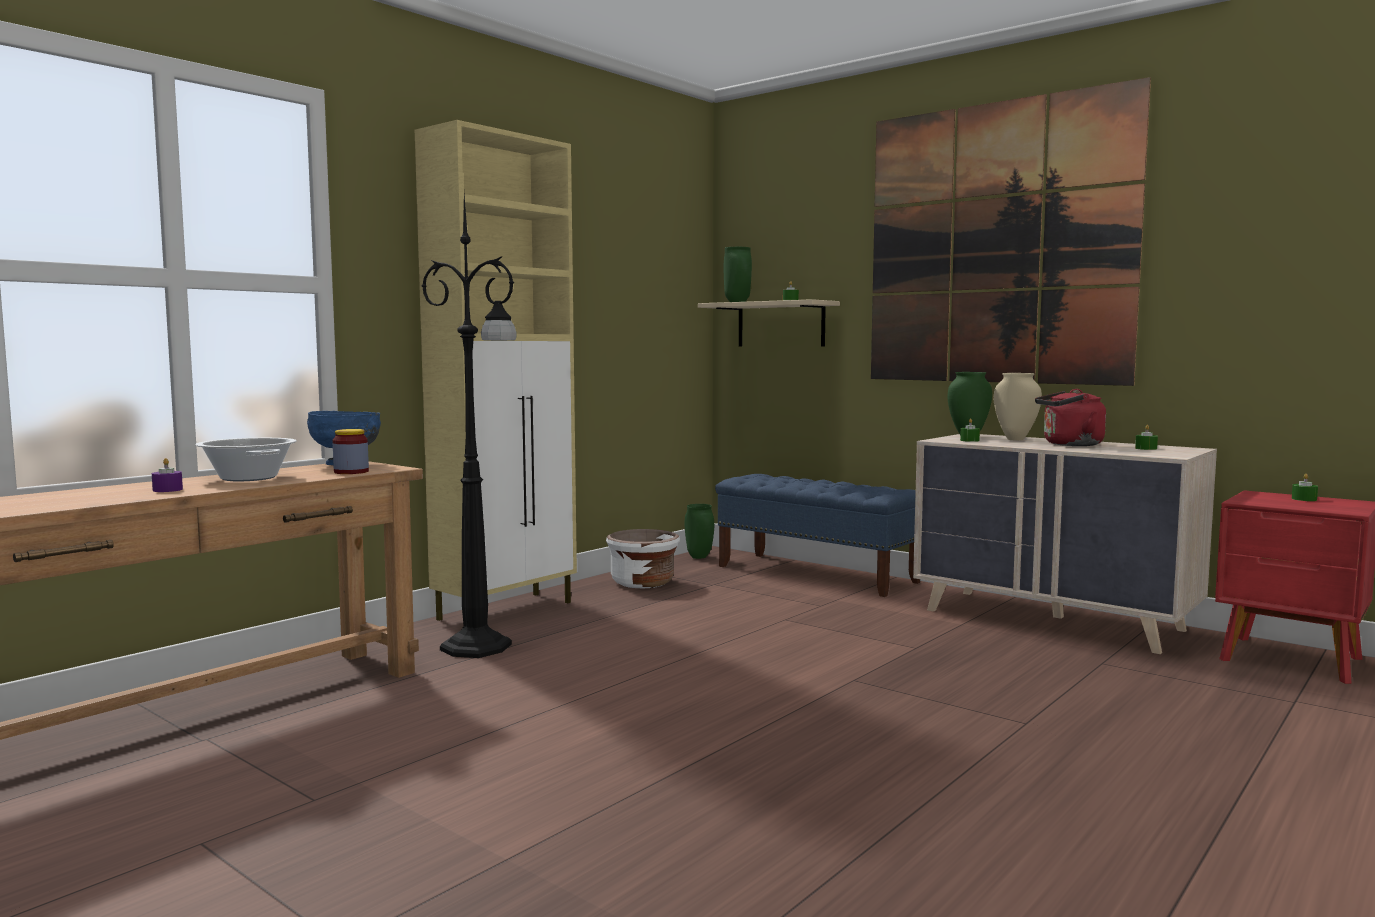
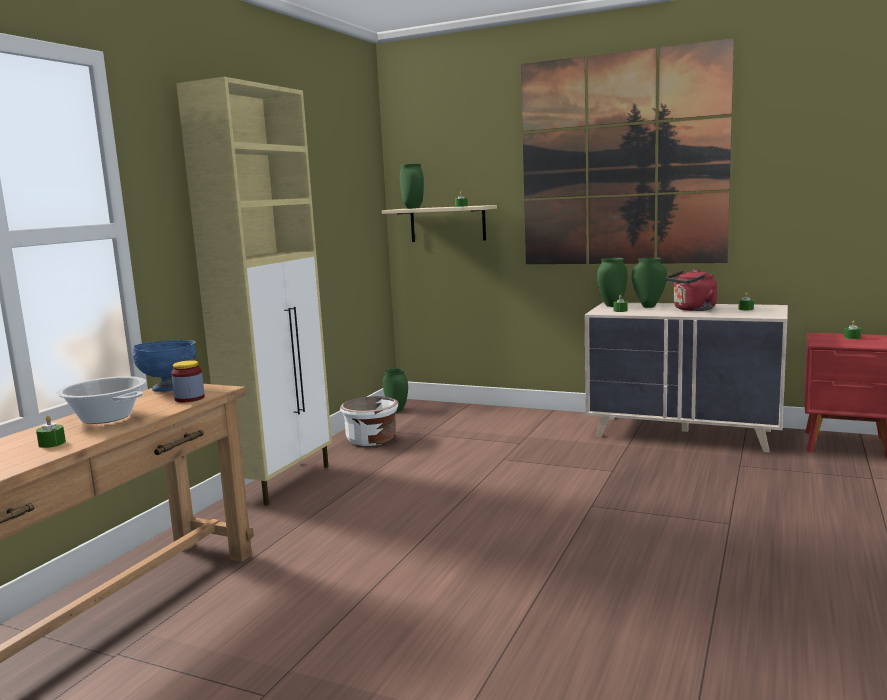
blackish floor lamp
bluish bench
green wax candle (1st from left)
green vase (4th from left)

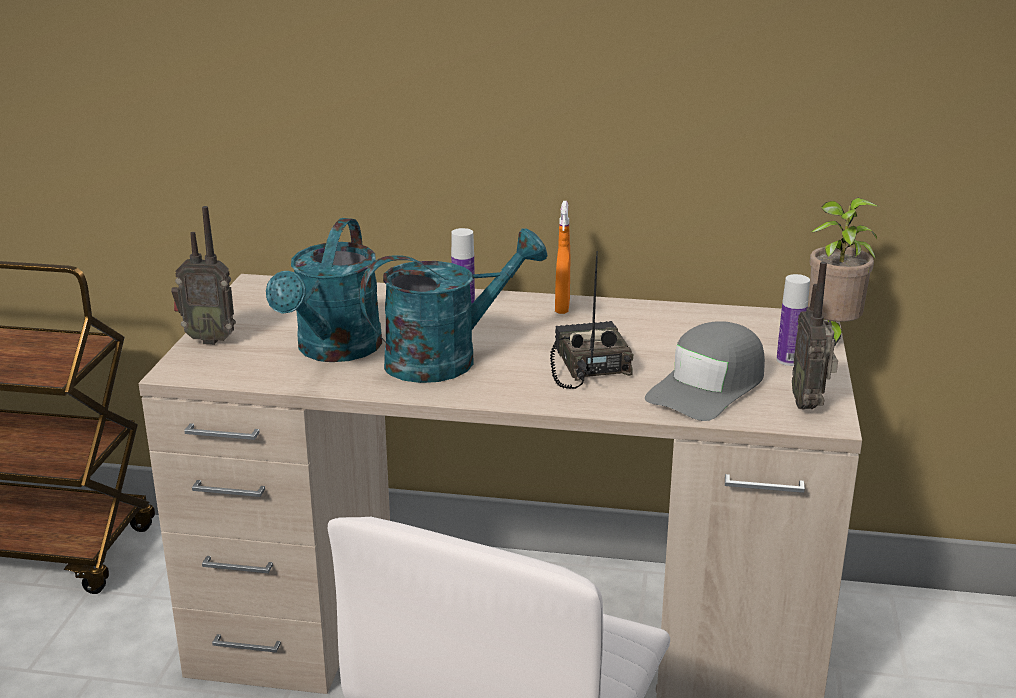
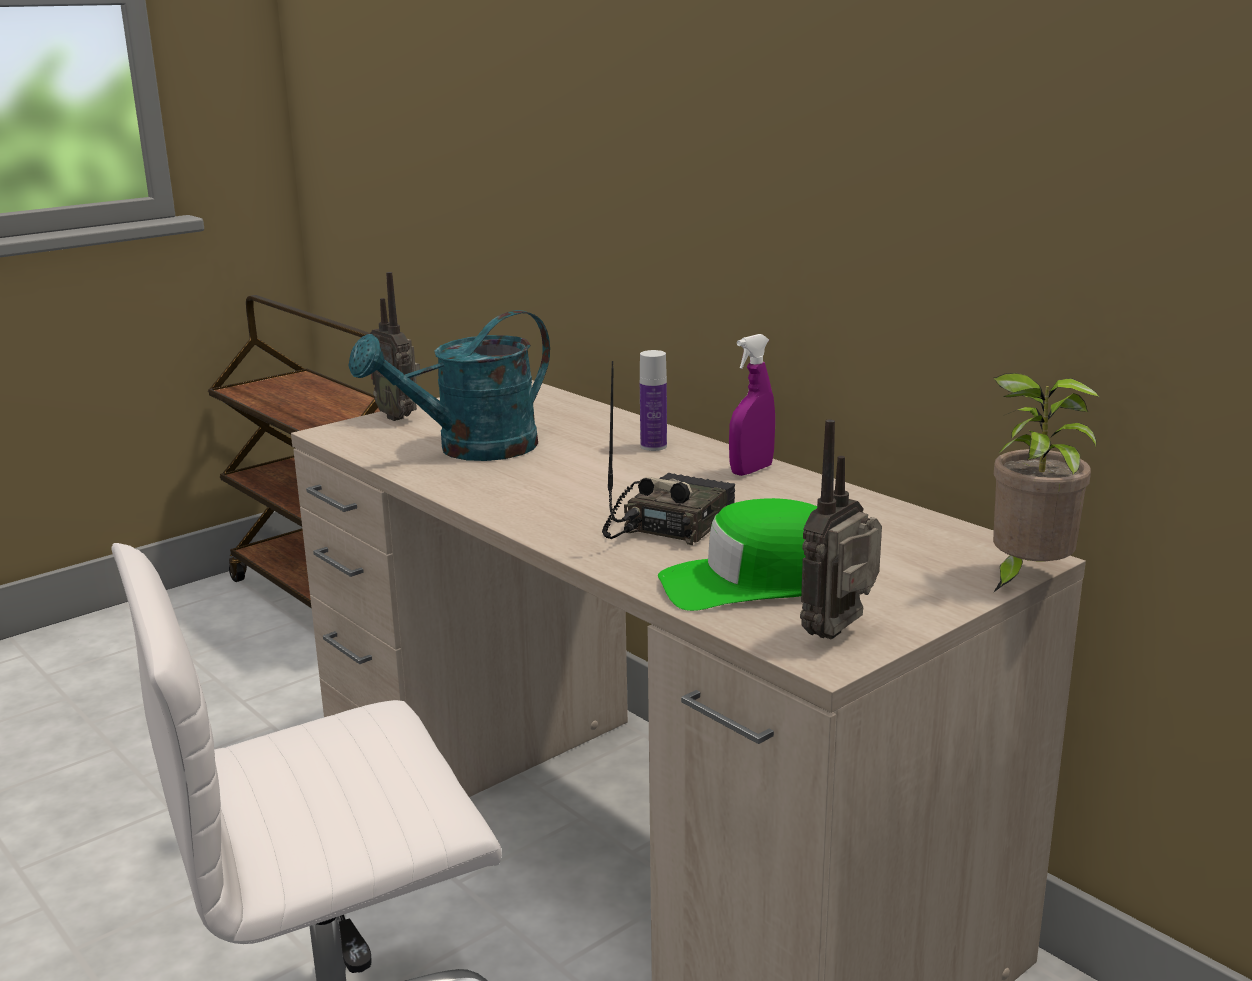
turquoise-coloured watering pot (2nd from left in the first image)
drink bottle (2nd from left in the first image)
purple-coloured spray bottle
green cap

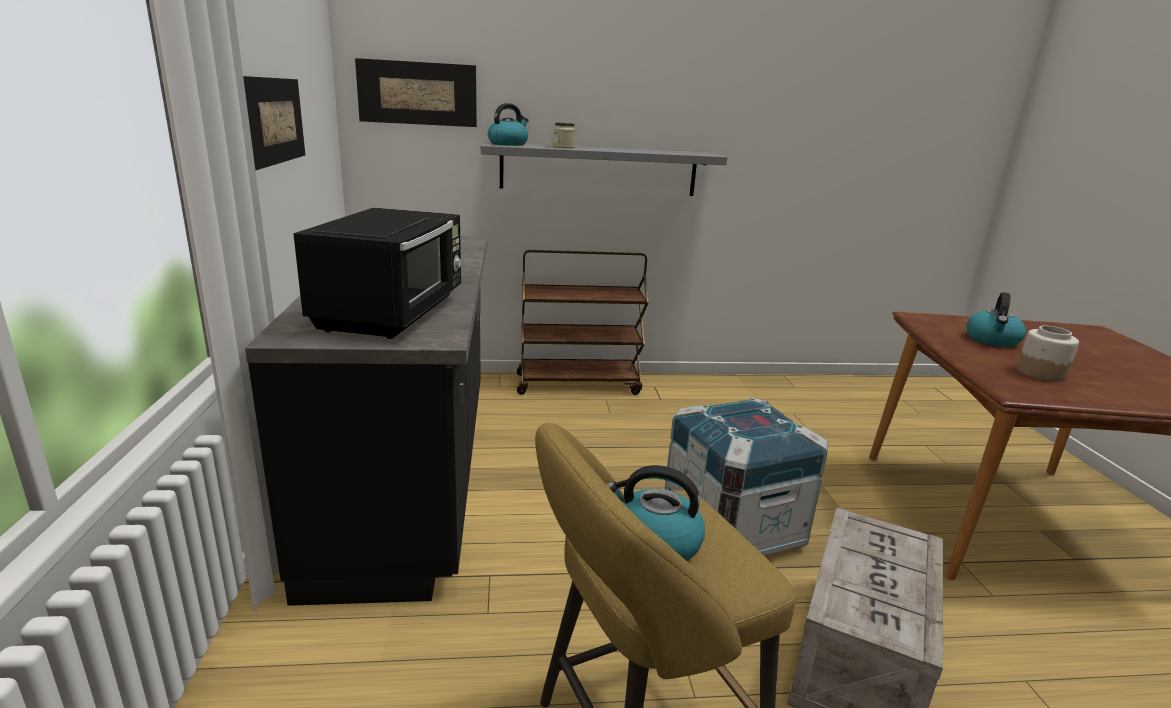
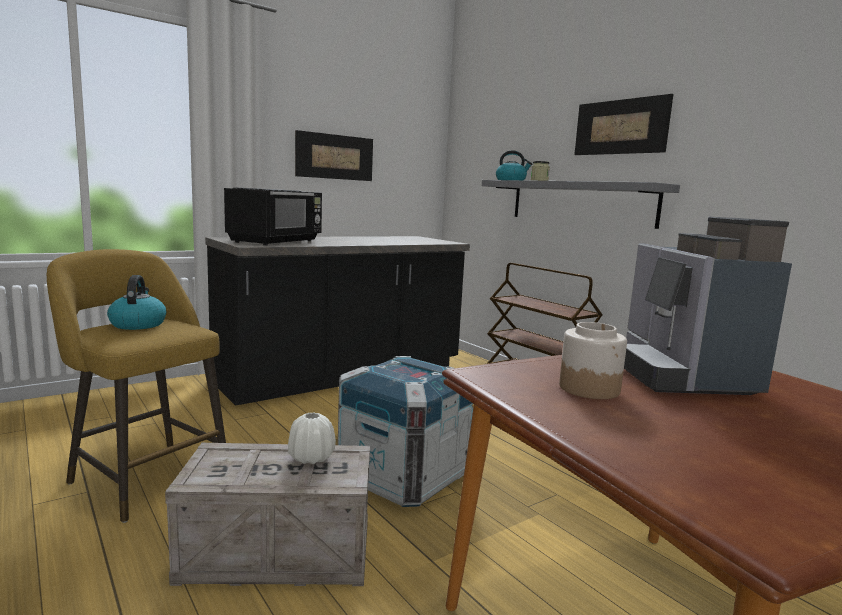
white-coloured vase
picture (2nd from left)
coffee machine
blackish microwave

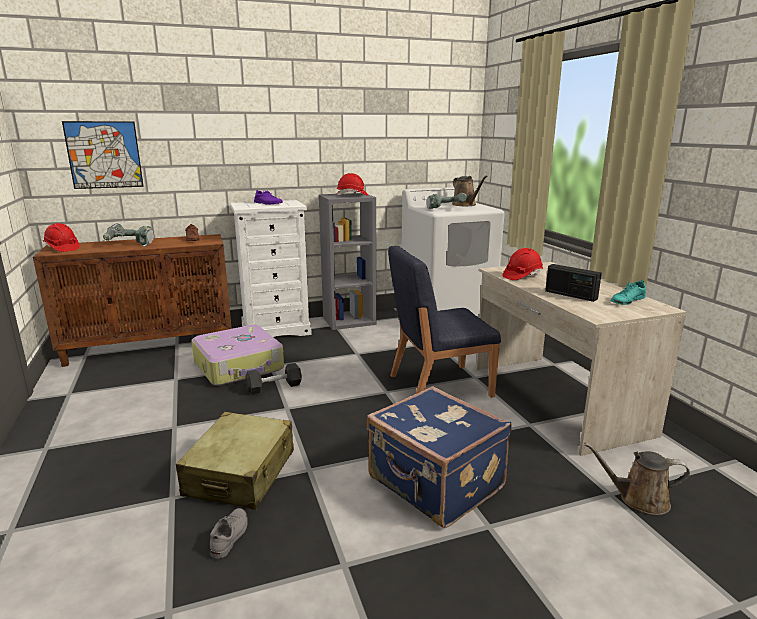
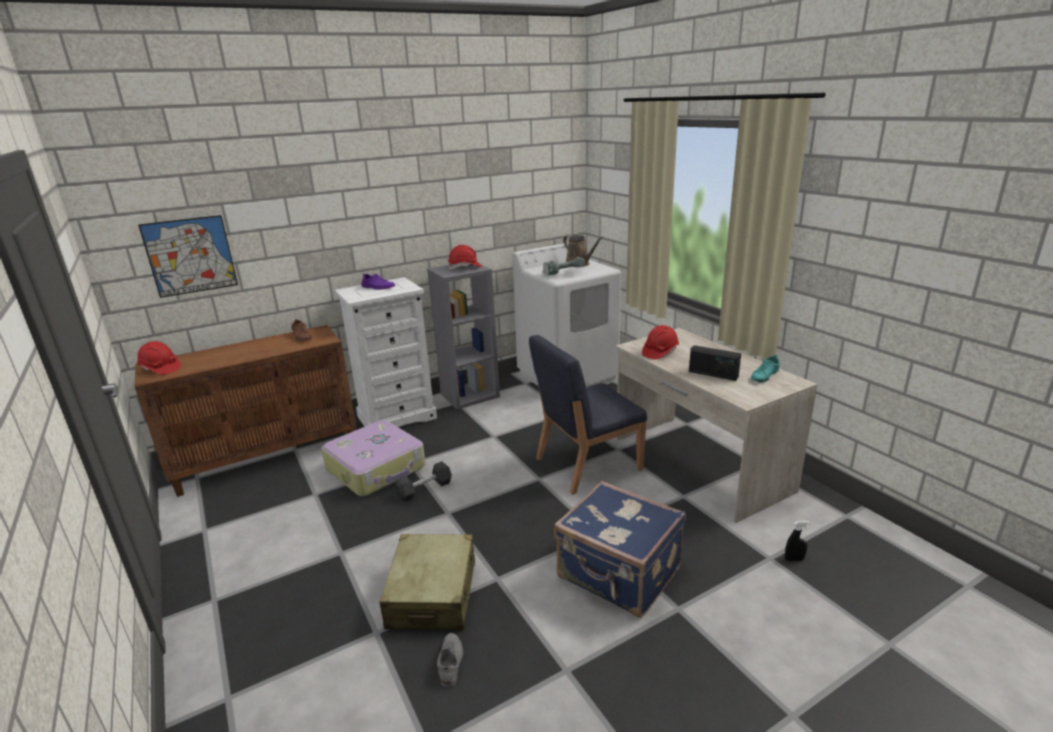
electric drill (1st from left in the first image)
blackish spray bottle

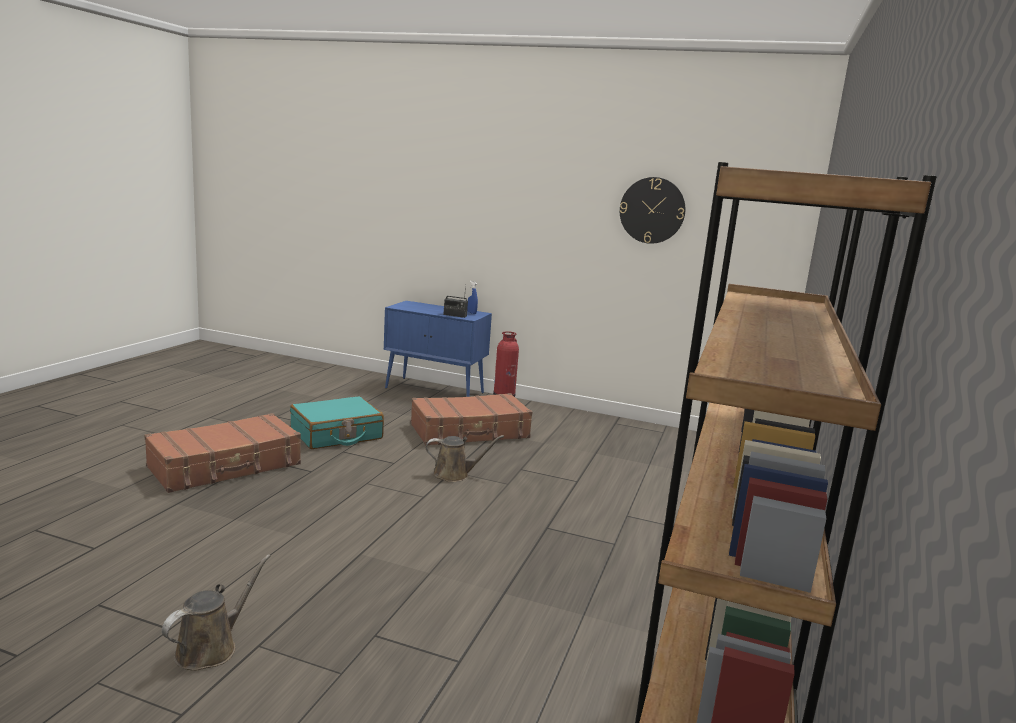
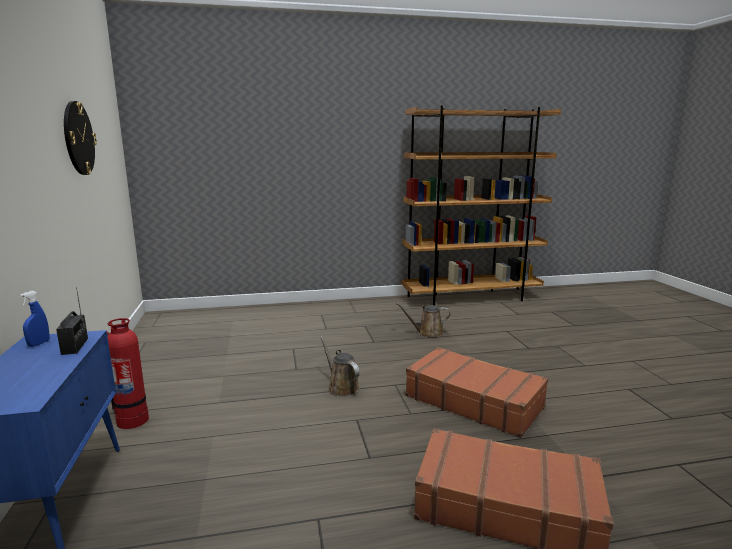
turquoise-coloured travel case
brownish watering pot (2nd from left)
brownish travel case (1st from left)

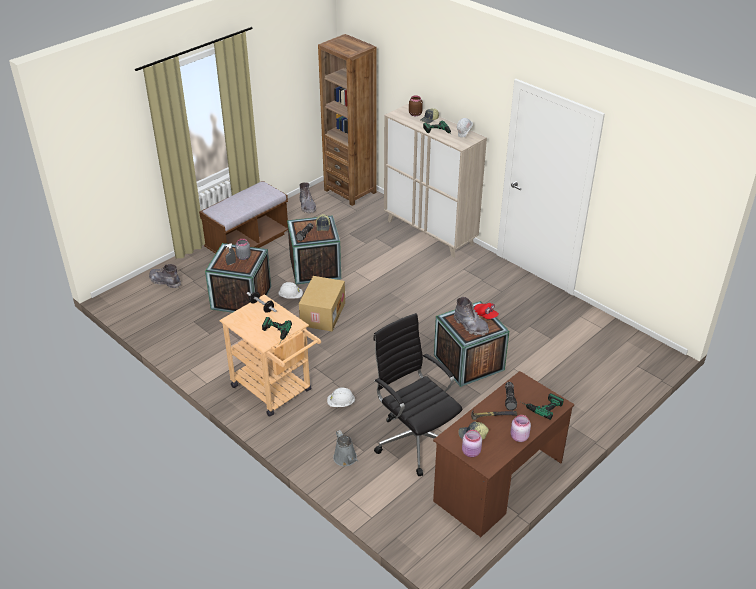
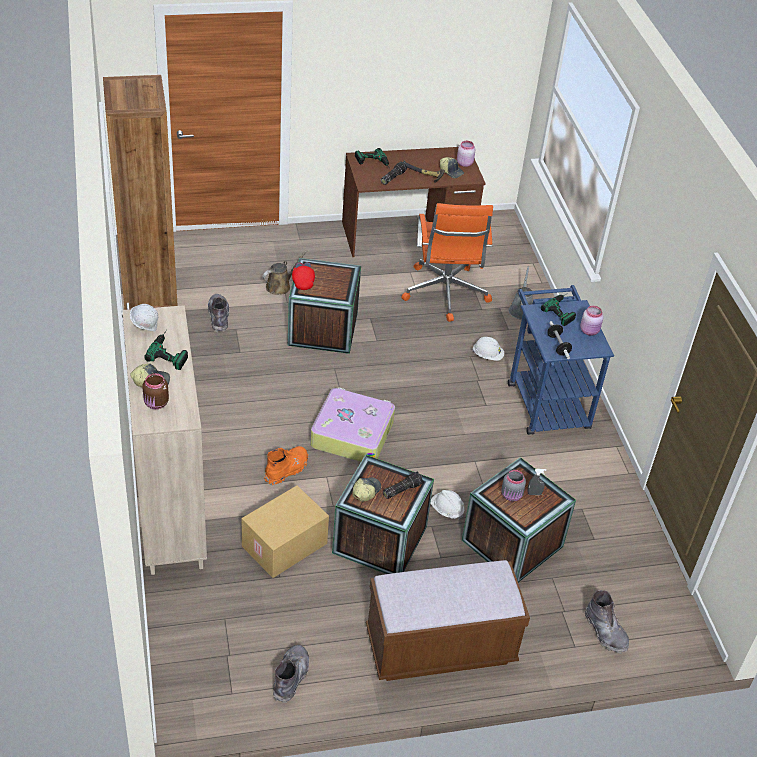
brownish watering pot
orangey high-top boot
travel case
carton
brownish bookshelf
gray high-top boot (1st from left)
pinkish preserve jar (2nd from left)
bluish trolley
orangey computer chair

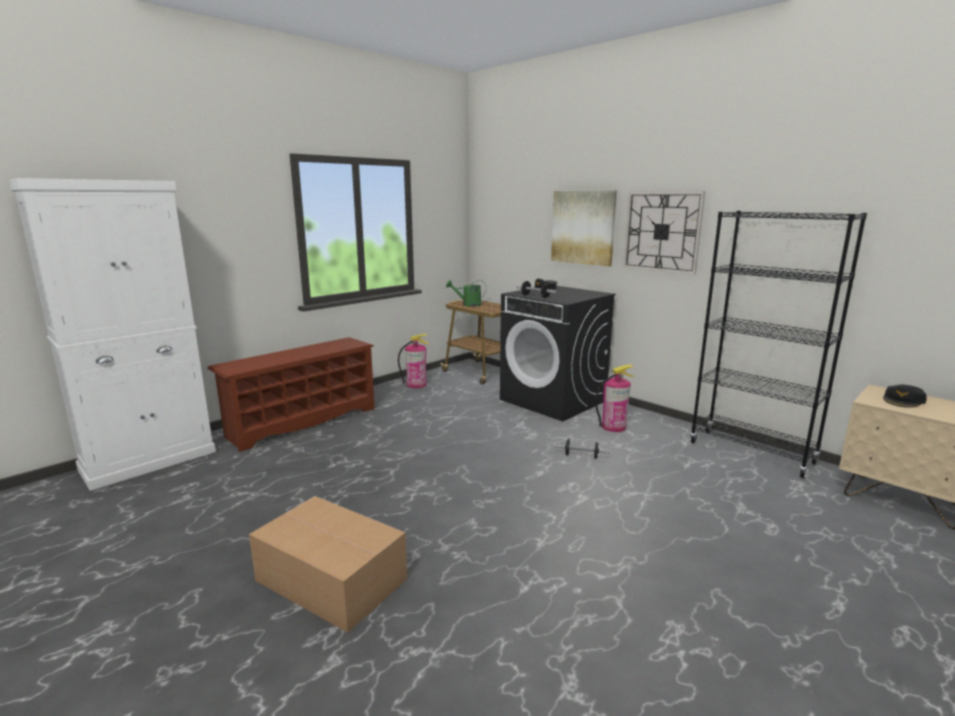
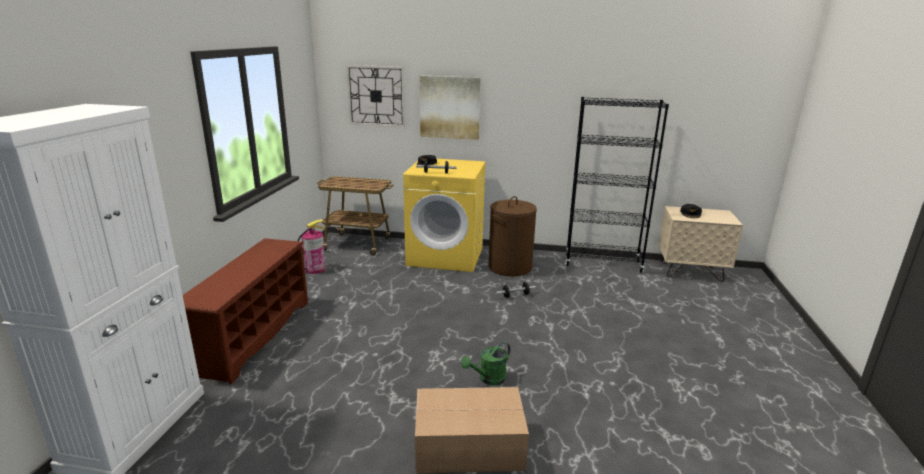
green watering pot
hanging clock
brownish washing basket
yellow washing machine

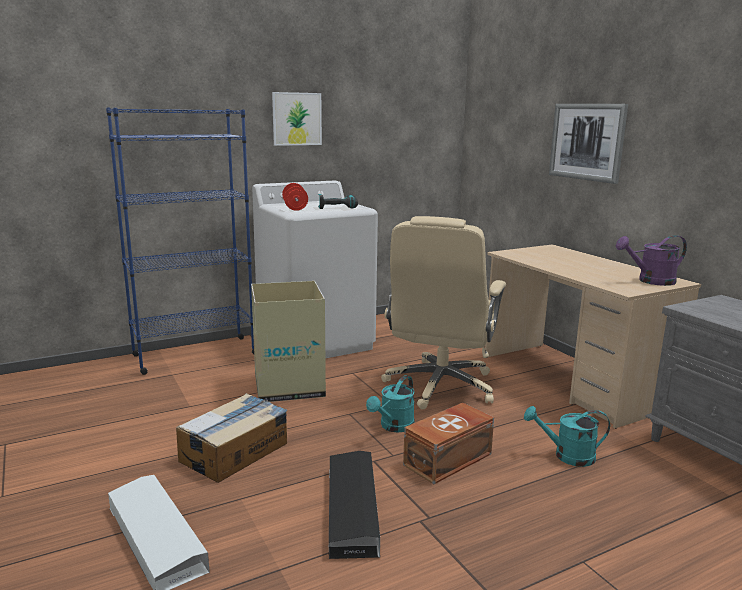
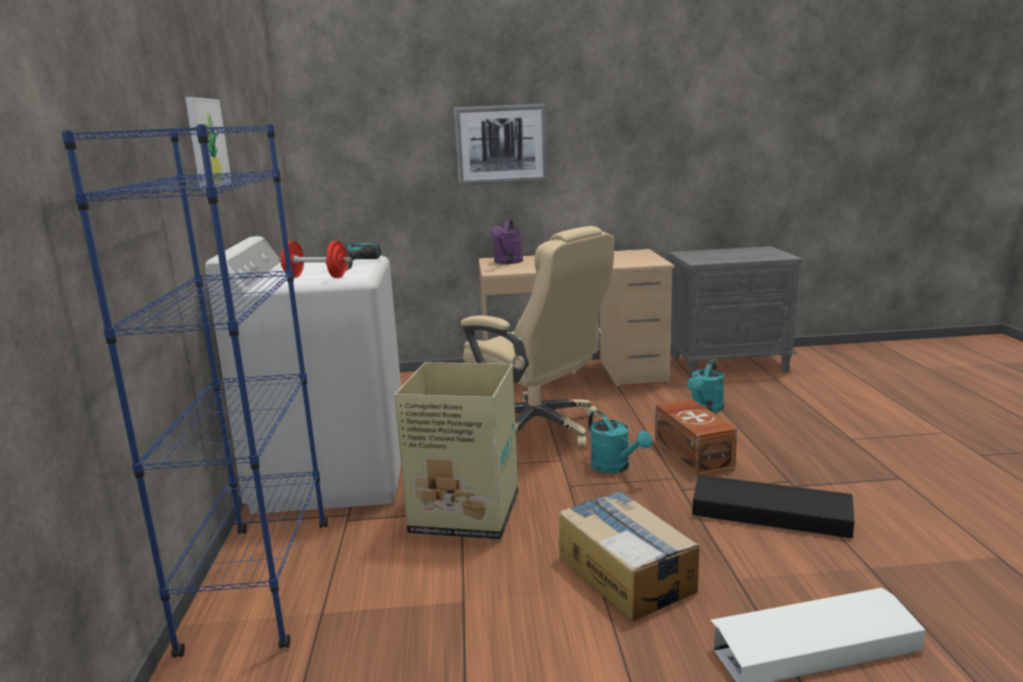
purple-coloured watering pot

